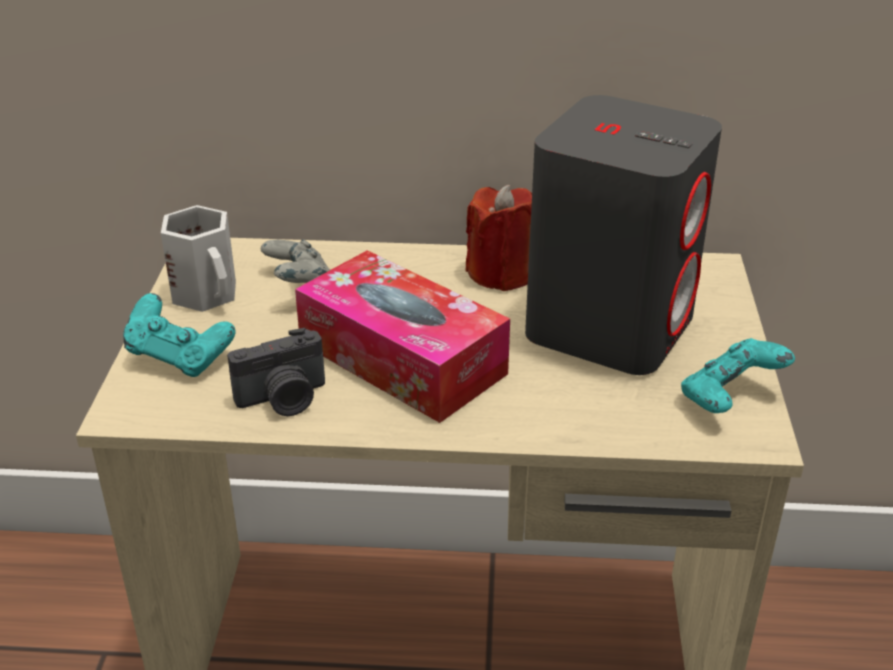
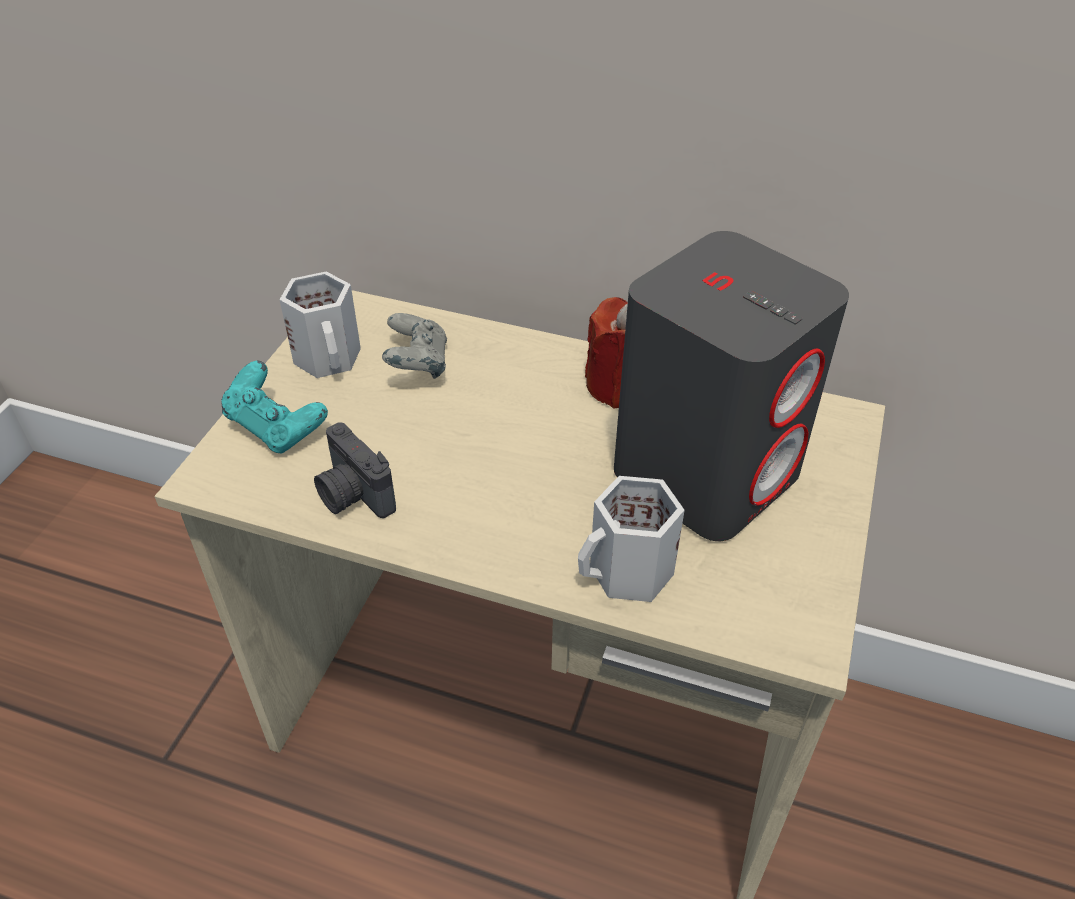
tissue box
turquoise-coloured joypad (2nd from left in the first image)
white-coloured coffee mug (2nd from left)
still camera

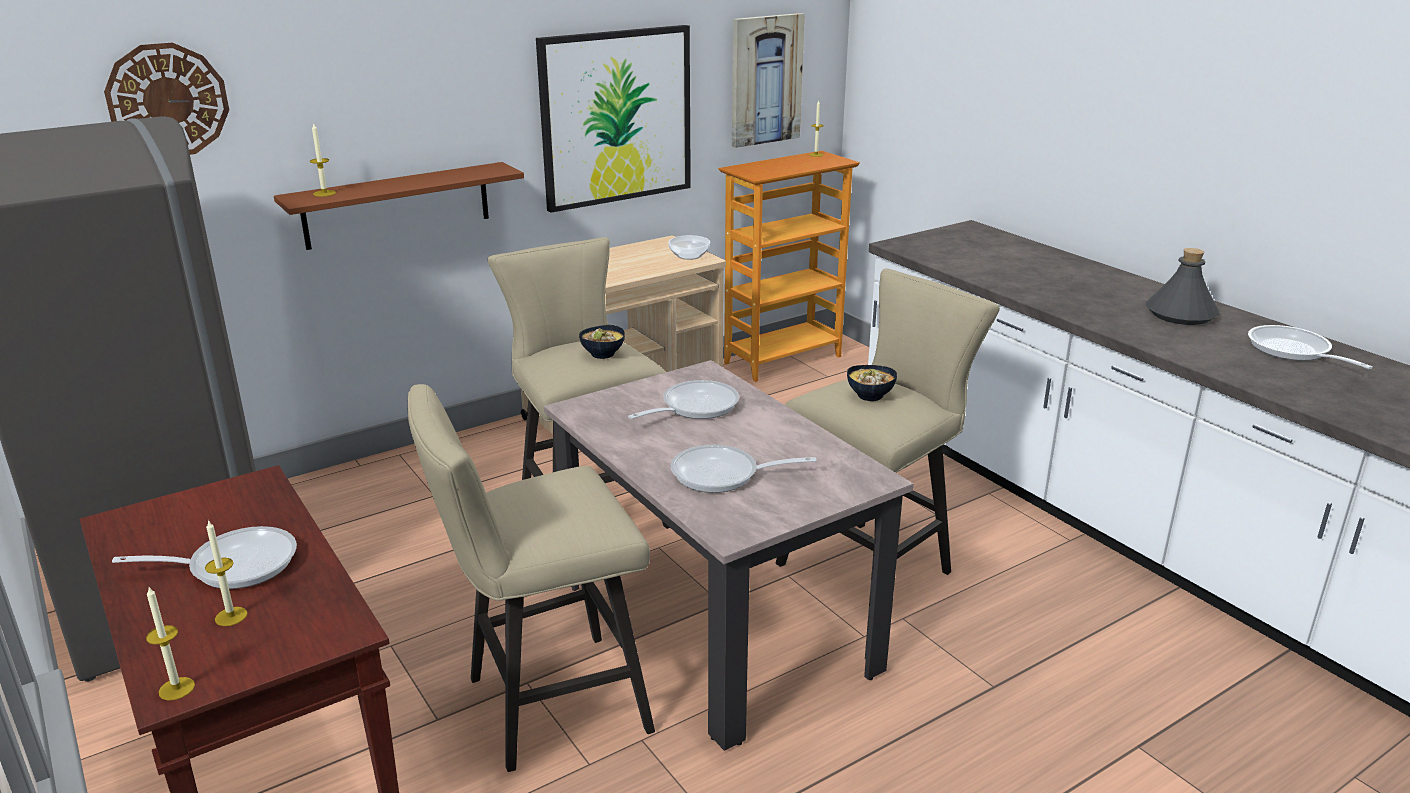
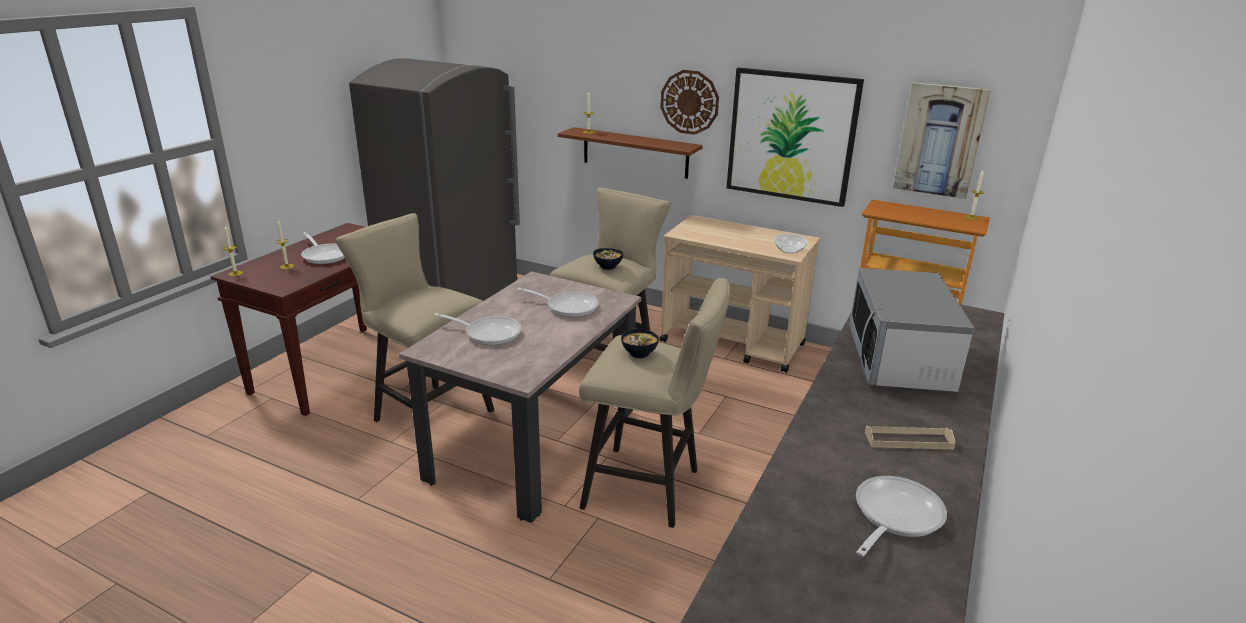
microwave
hanging clock
beige tray
frying pan (2nd from left)

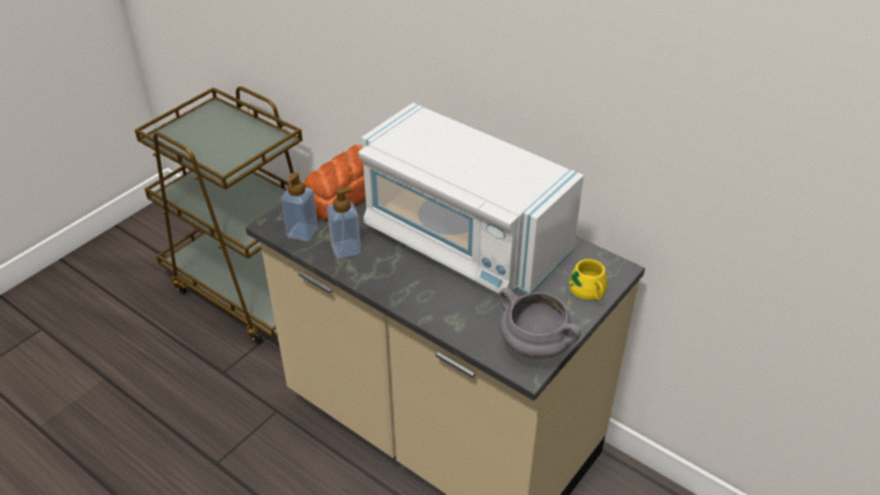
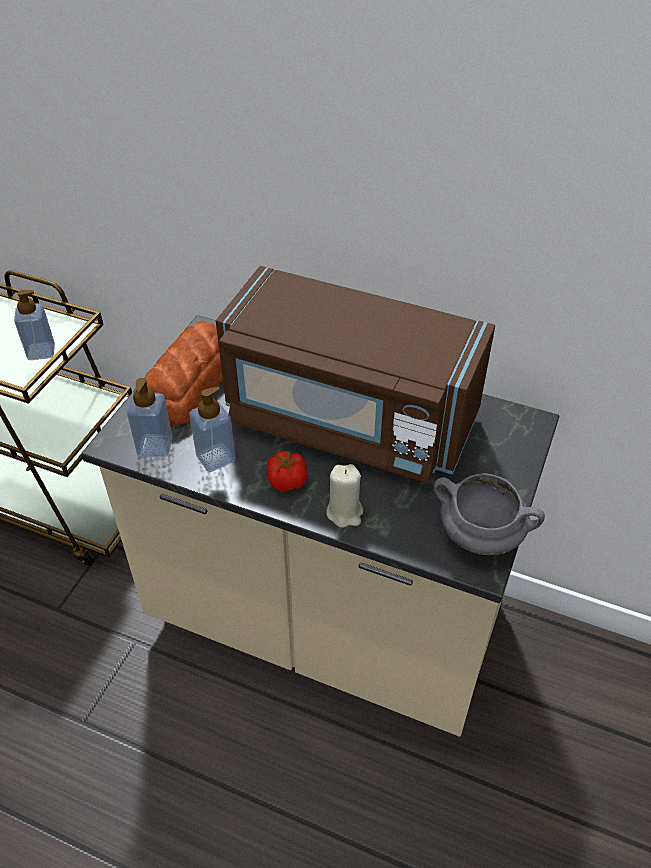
yellow coffee mug
soap bottle (1st from left)
tomato
beige wax candle
brownish microwave

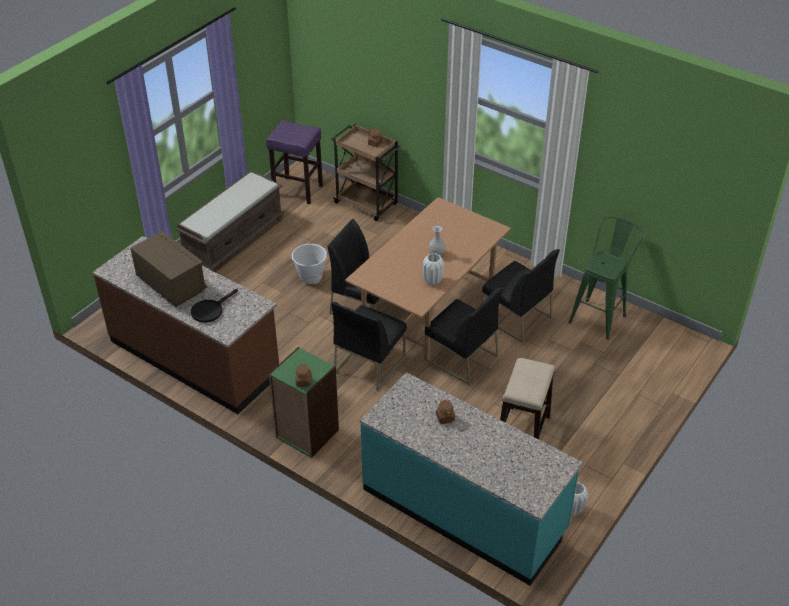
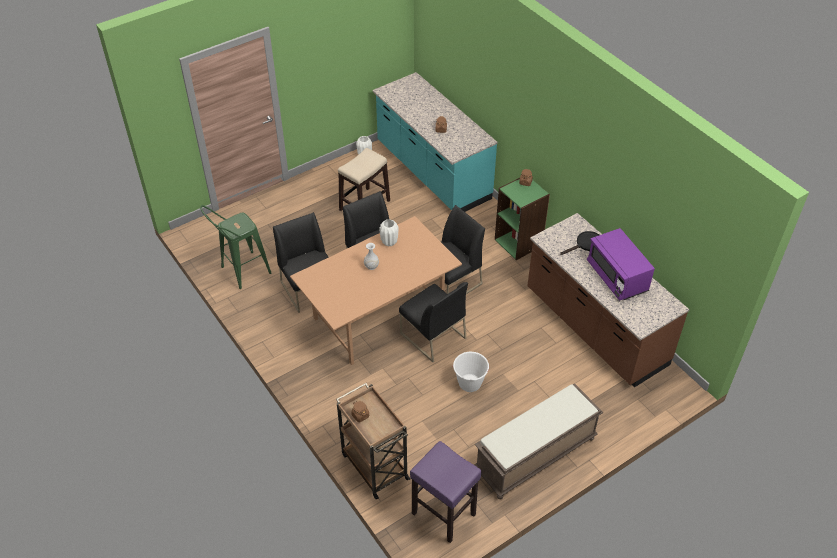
purple-coloured microwave

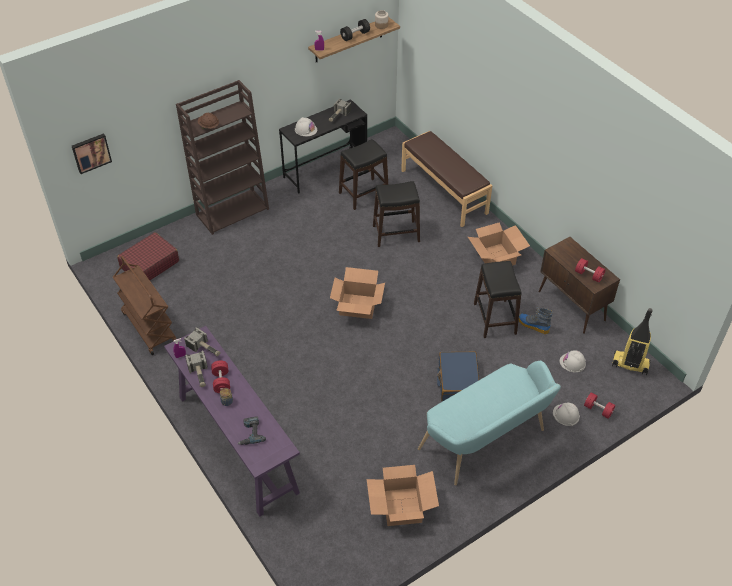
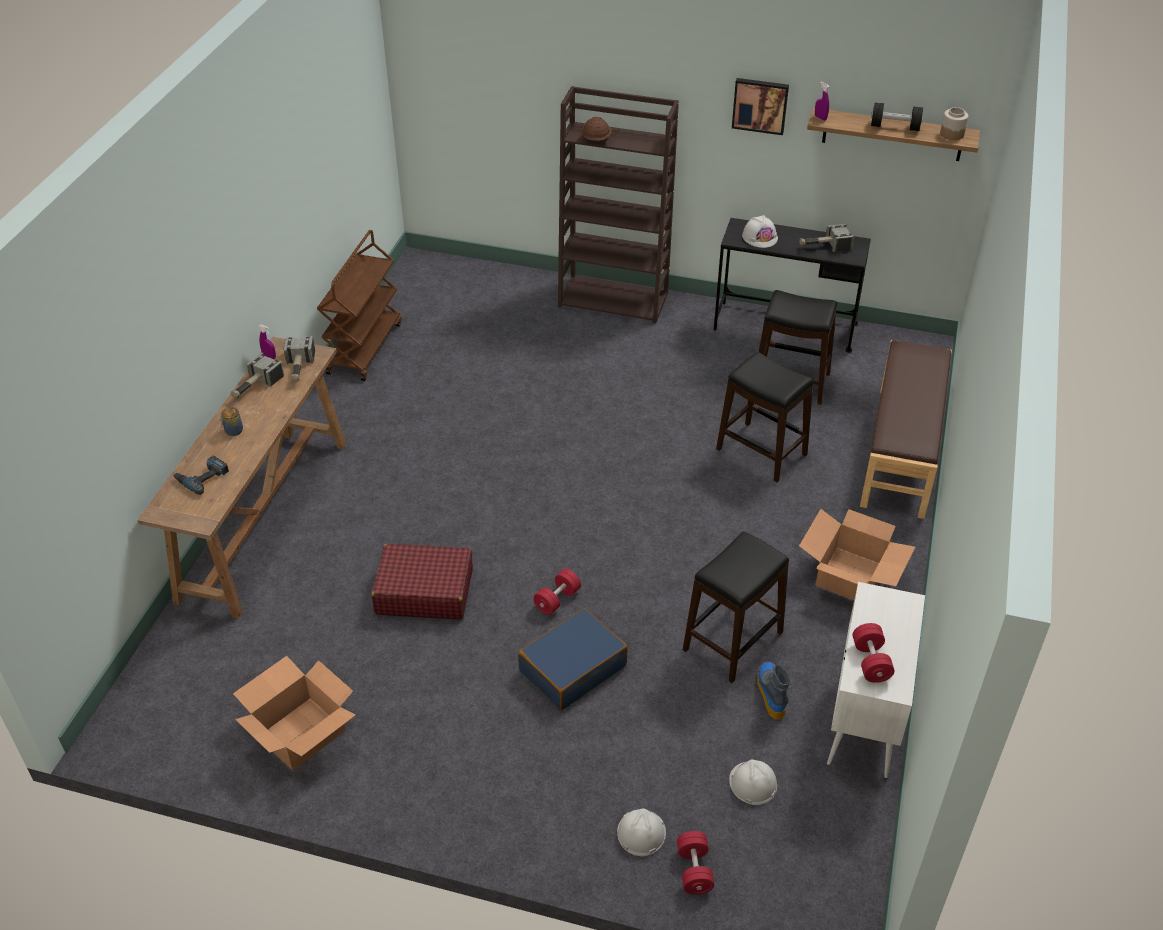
carton (1st from left in the first image)
turquoise-coloured bench
vacuum cleaner
picture
reddish travel case
reddish dumbbell (1st from left)
brownish hall table
white-coloured storage cabinet

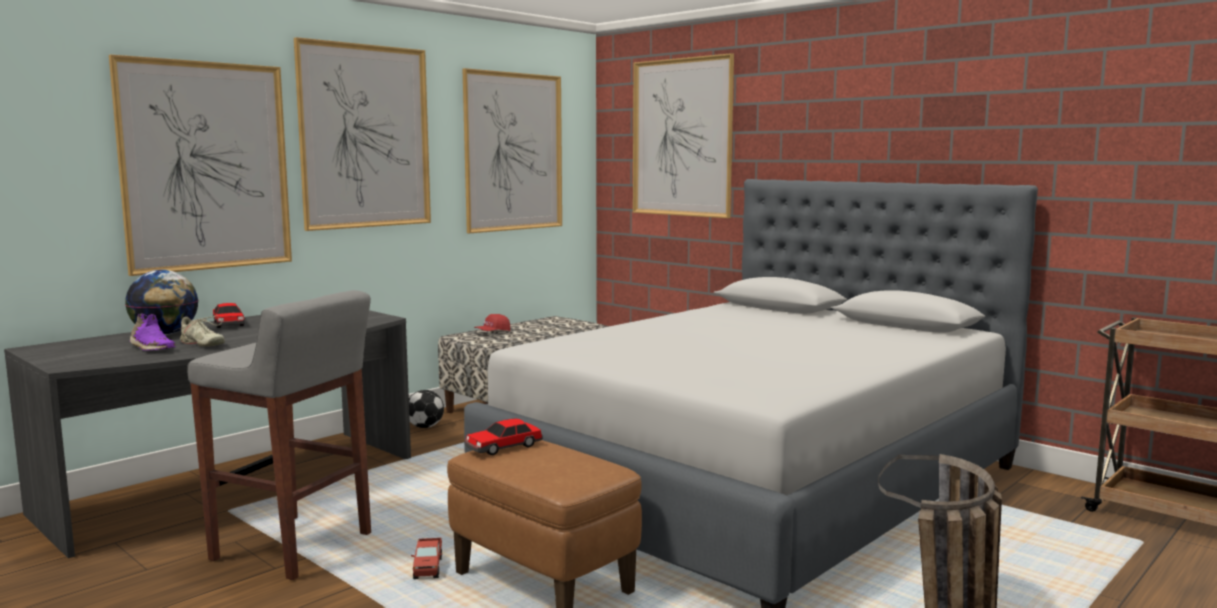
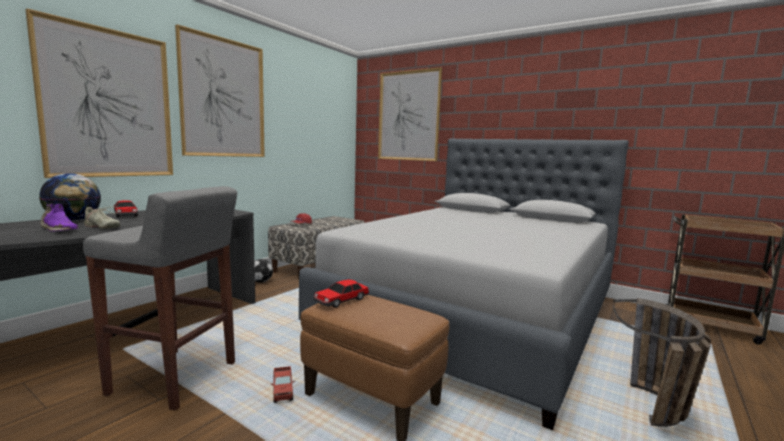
picture (3rd from left in the first image)

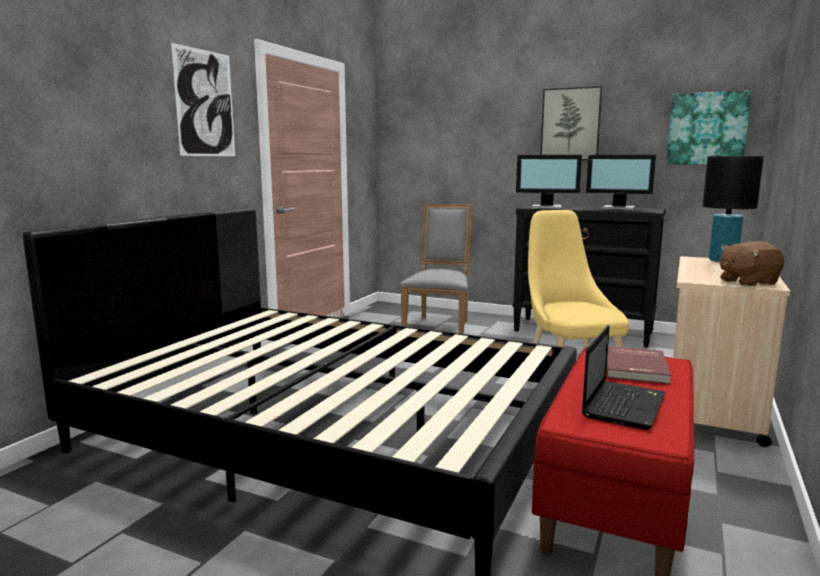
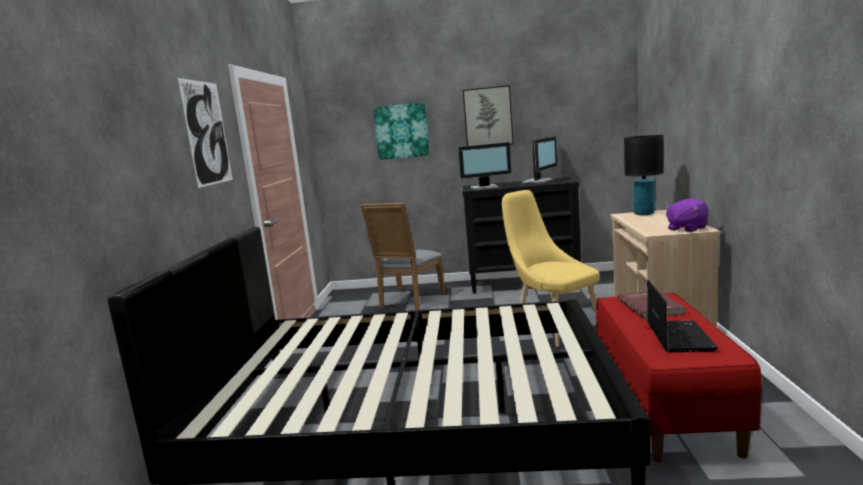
picture (2nd from left)
purple-coloured cuddly toy
gray plain chair
computer display (2nd from left)

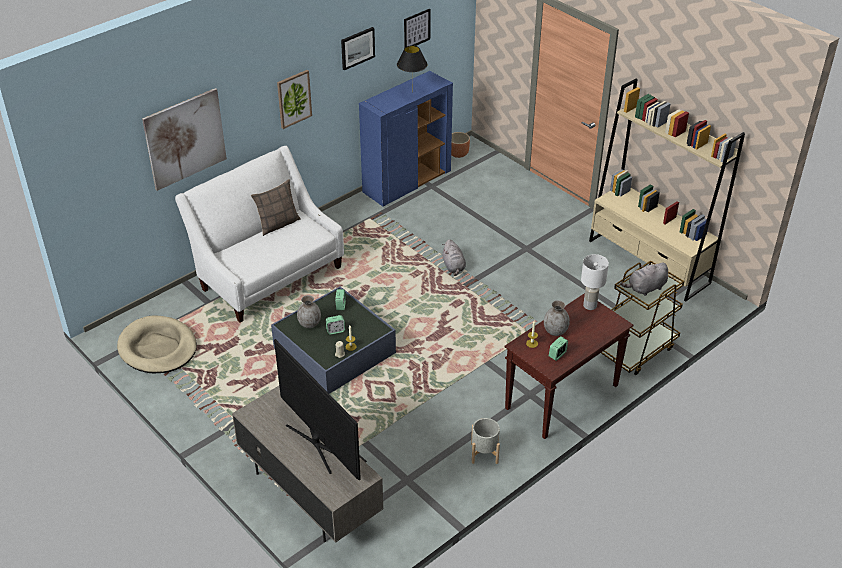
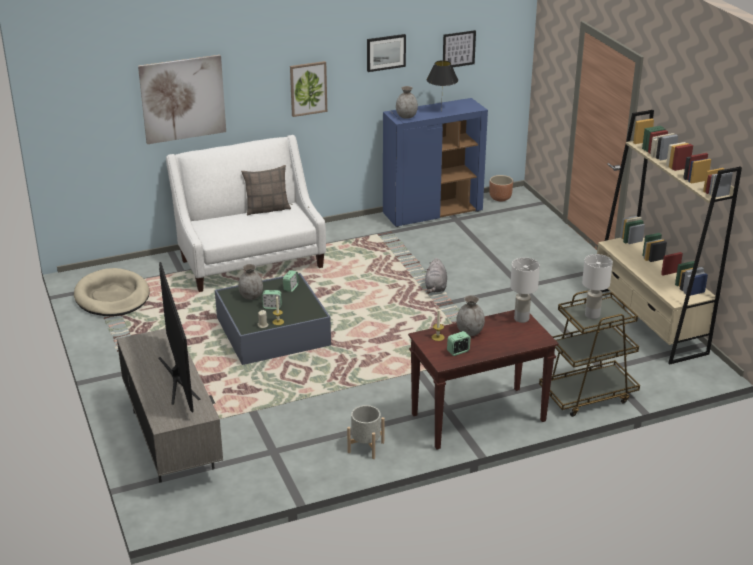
gray vase (2nd from left)
white-coloured table lamp (2nd from left)

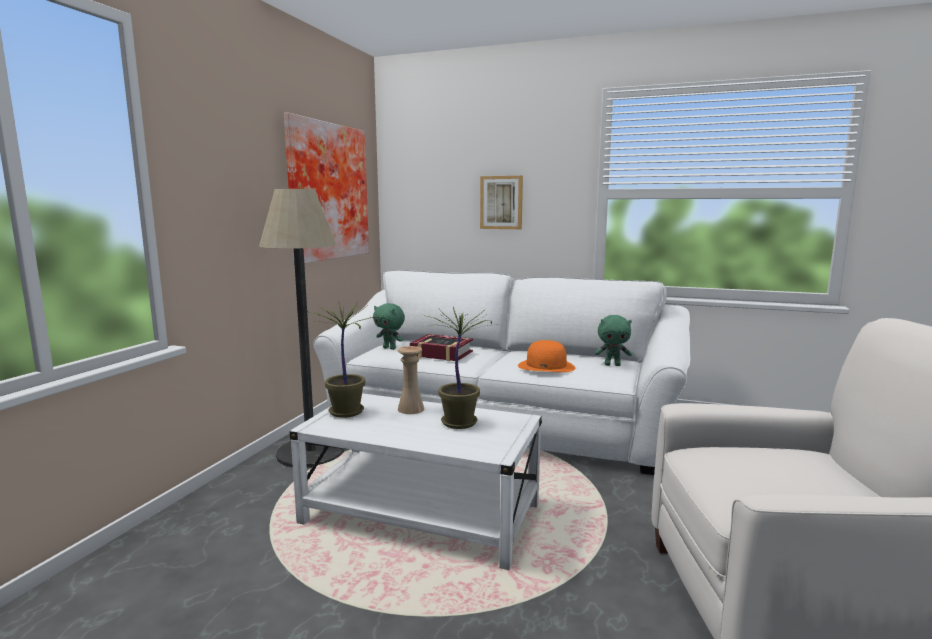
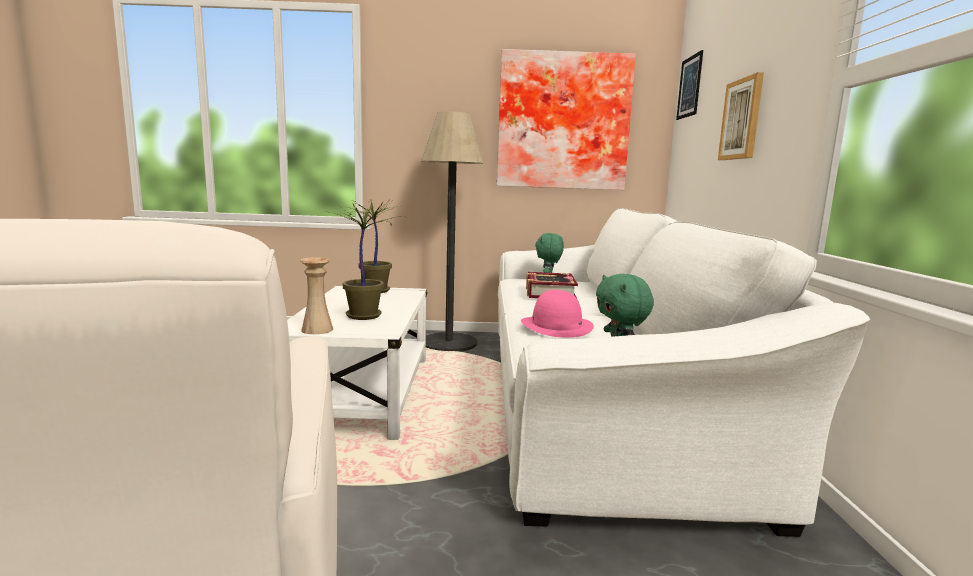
picture (2nd from left)
beige vase
pinkish clothing hat

